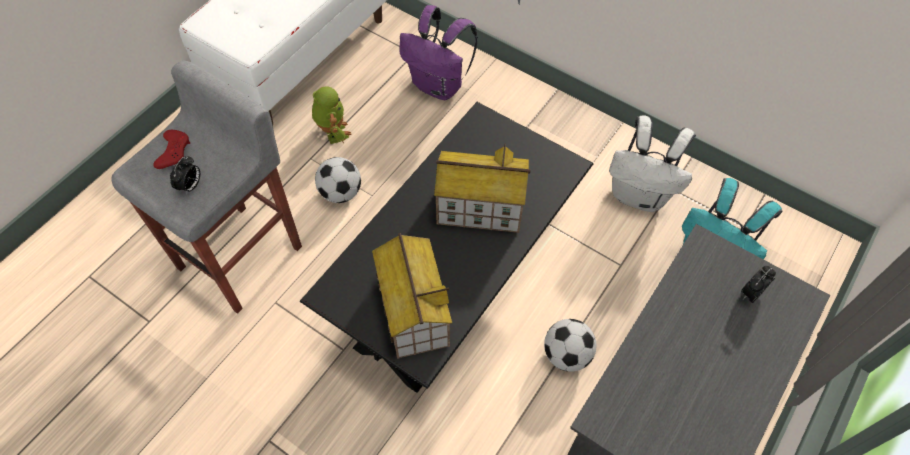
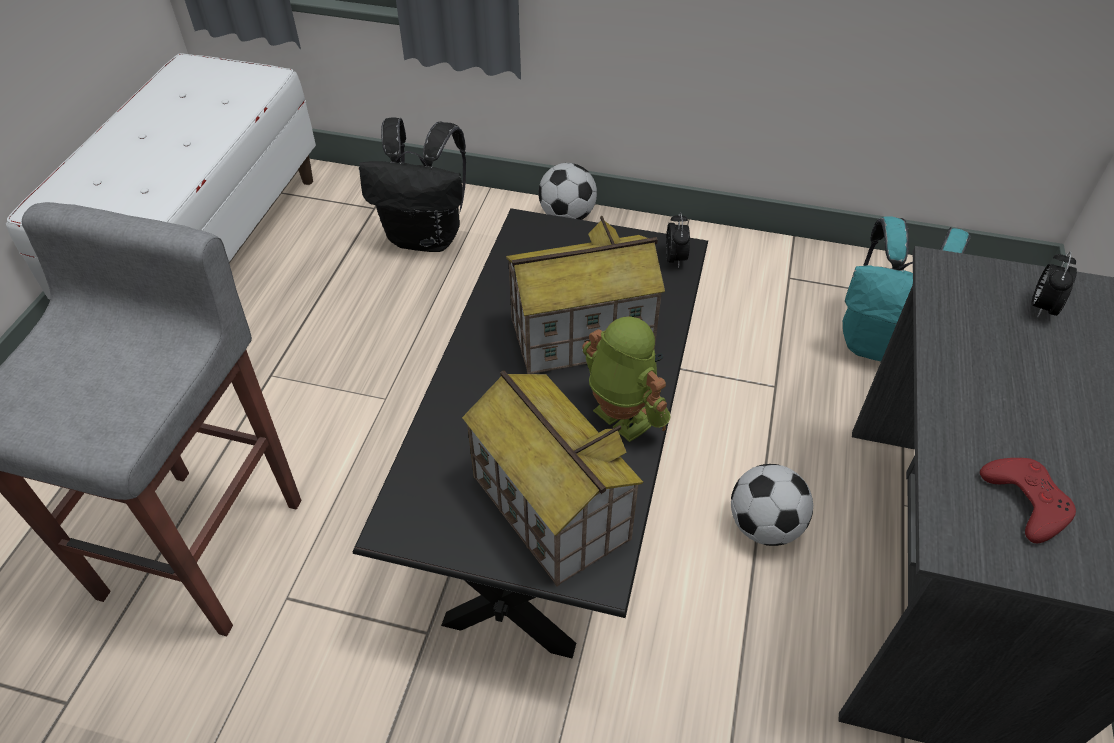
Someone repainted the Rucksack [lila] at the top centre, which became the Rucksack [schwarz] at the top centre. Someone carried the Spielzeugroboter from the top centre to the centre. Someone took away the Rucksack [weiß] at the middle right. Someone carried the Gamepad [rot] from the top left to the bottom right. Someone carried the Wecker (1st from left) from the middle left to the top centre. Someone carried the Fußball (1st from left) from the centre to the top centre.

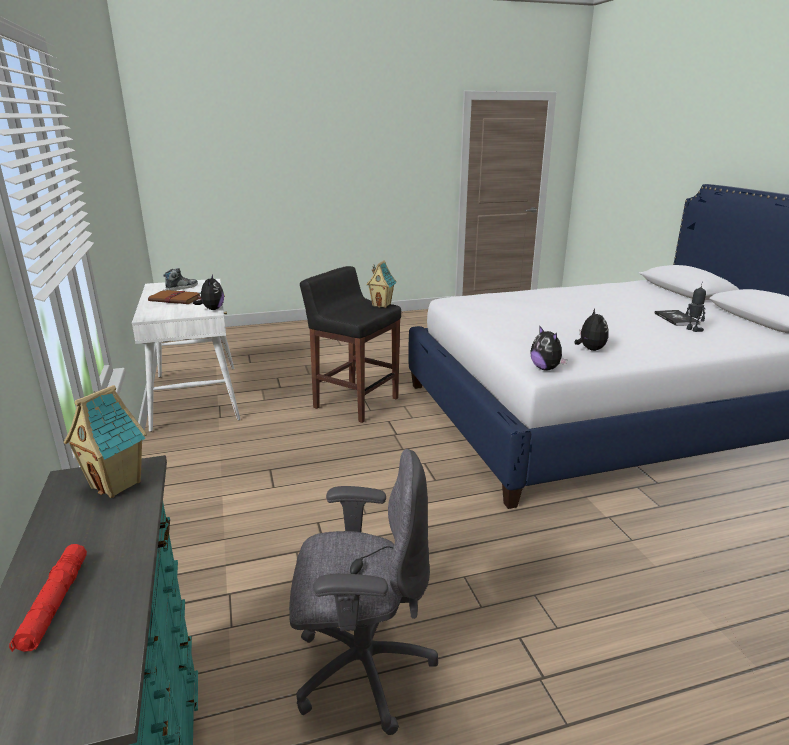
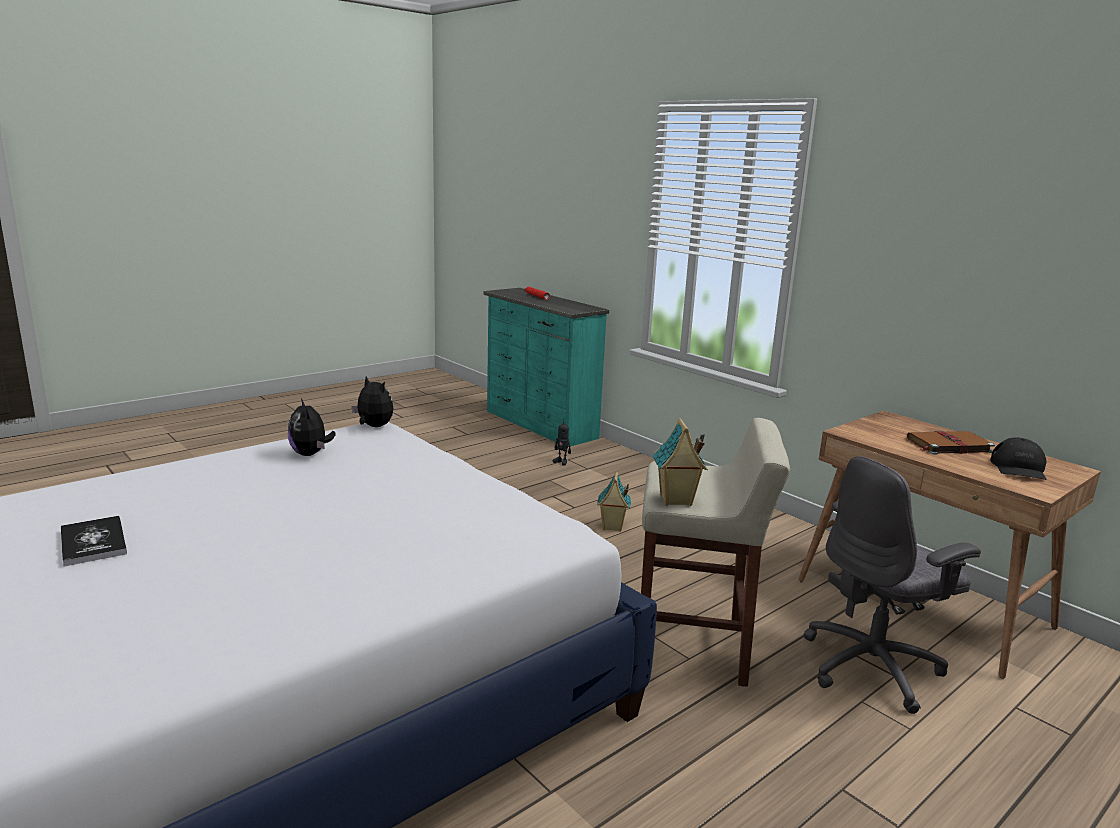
Someone repainted the Hocker [schwarz] at the centre, which became the Hocker [beige] at the bottom centre. Someone swapped the Schuh at the middle left for the Kappe [schwarz] at the middle right. Someone took away the Plüschtier (1st from left) at the middle left. Someone repainted the Schreibtisch [weiß] at the middle left, which became the Schreibtisch [braun] at the middle right. Someone carried the Spielzeugroboter from the middle right to the centre. Someone carried the Spielzeughaus (1st from left) from the middle left to the centre. Someone carried the Bürostuhl [grau] from the bottom centre to the bottom right.

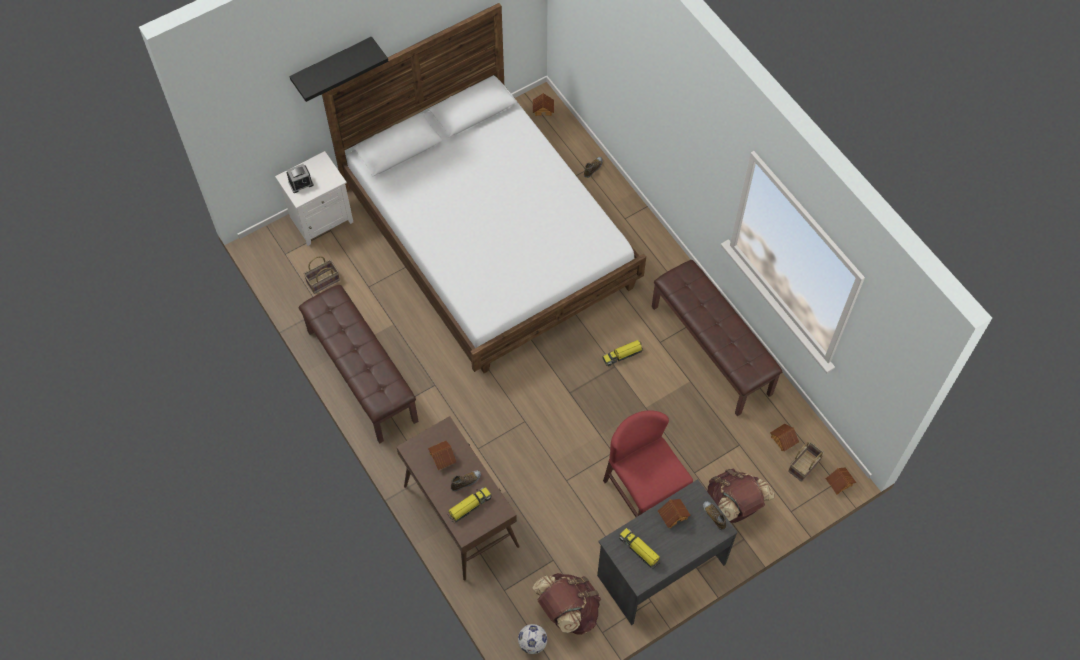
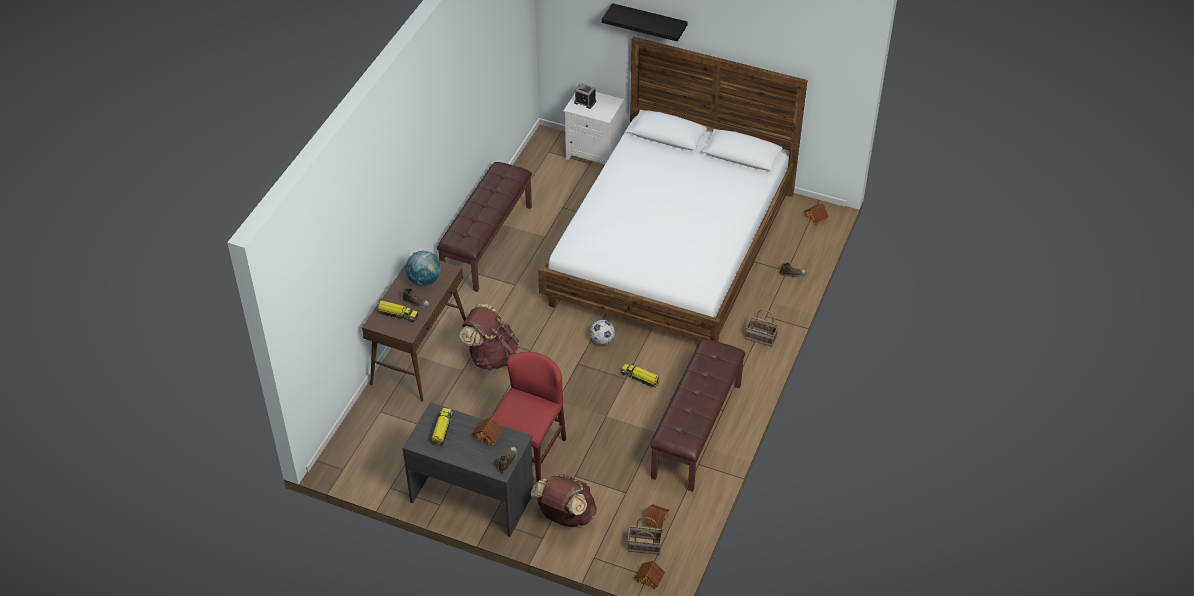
Someone carried the Korb (1st from left in the first image) from the middle left to the centre. Someone swapped the Spielzeughaus (1st from left) at the bottom centre for the Globus at the centre. Someone carried the Rucksack [braun] (1st from left) from the bottom centre to the centre. Someone carried the Fußball from the bottom centre to the centre.

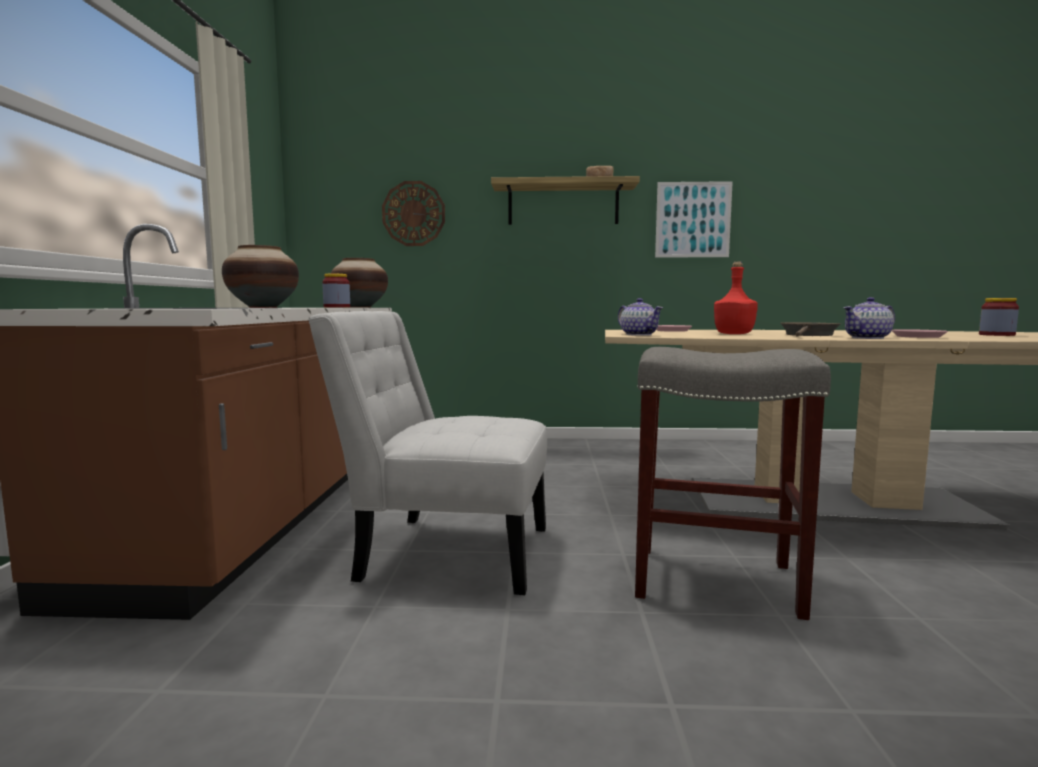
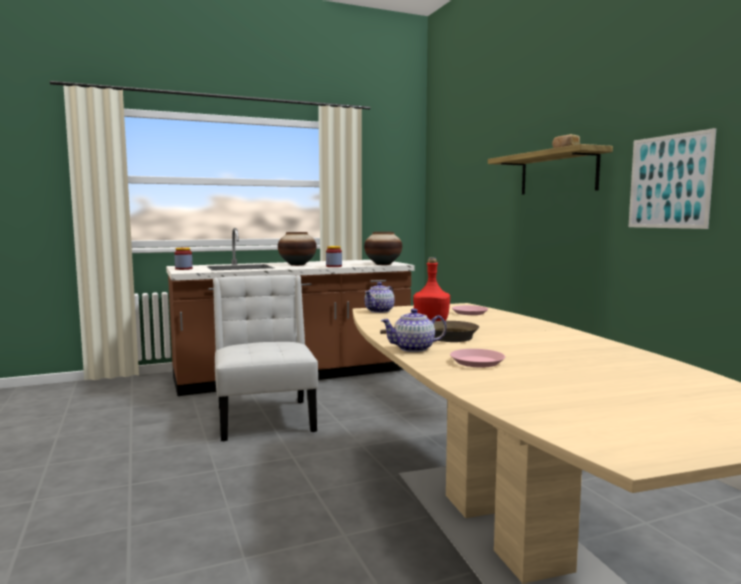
Someone took away the Wanduhr at the top centre. Someone rotated the Teekanne (2nd from left) at the middle right by 60 degrees counterclockwise. Someone carried the Vorratsglas (2nd from left in the first image) from the middle right to the middle left. Someone took away the Hocker [grau] at the middle right.

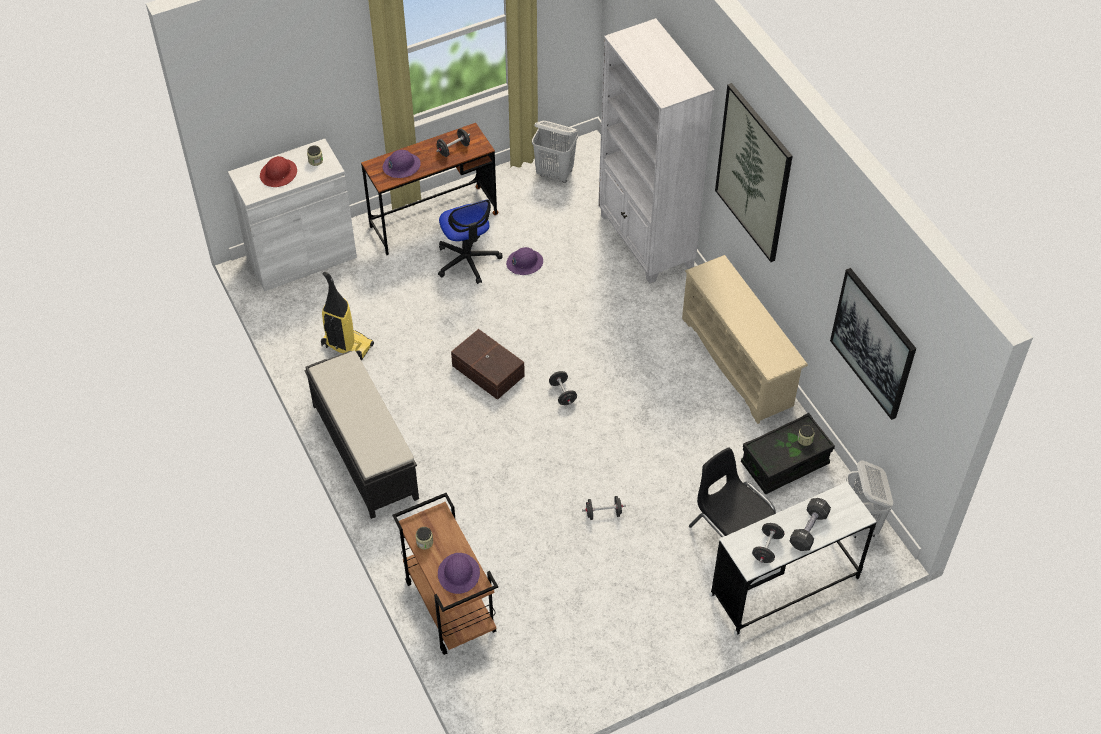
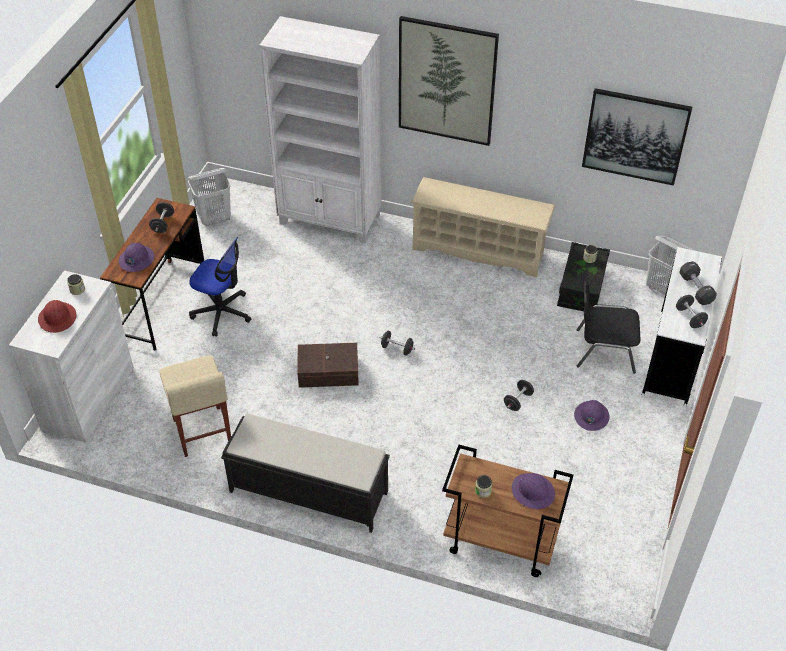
Someone carried the Schutzhelm [lila] (3rd from left) from the centre to the middle right. Someone swapped the Staubsauger at the middle left for the Hocker [beige] at the middle left.

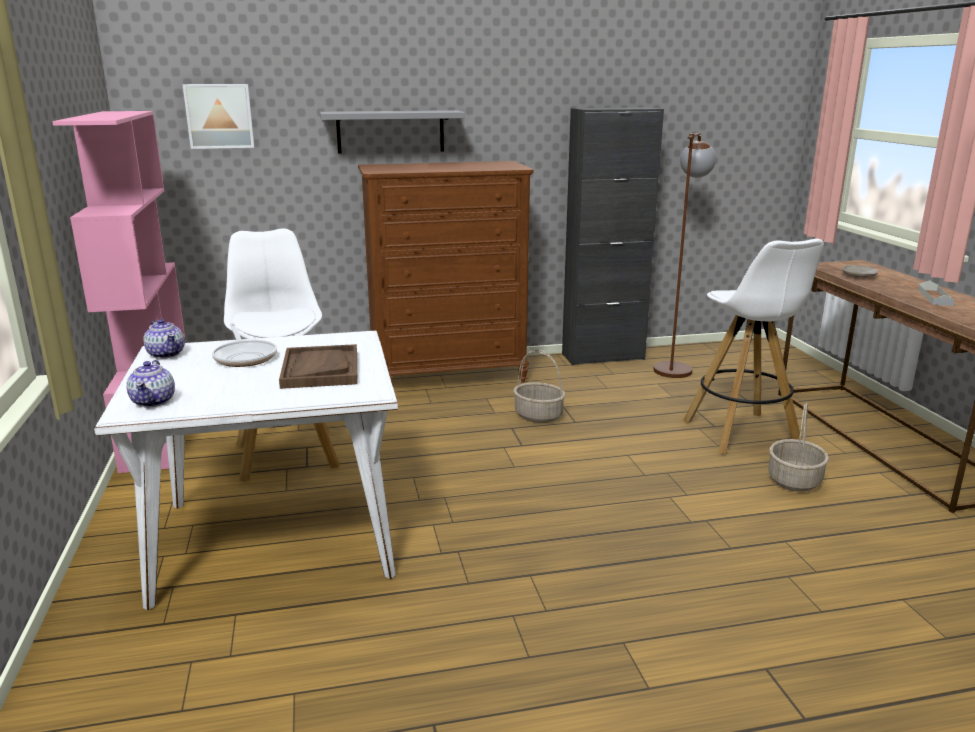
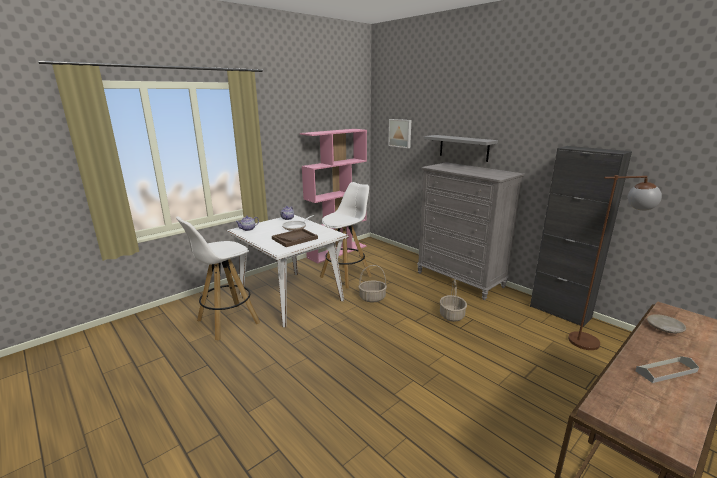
Someone repainted the Kommode [braun] at the centre, which became the Kommode [grau] at the centre. Someone carried the Hocker [weiß] (2nd from left in the first image) from the middle right to the middle left. Someone carried the Korb (2nd from left in the first image) from the middle right to the centre.

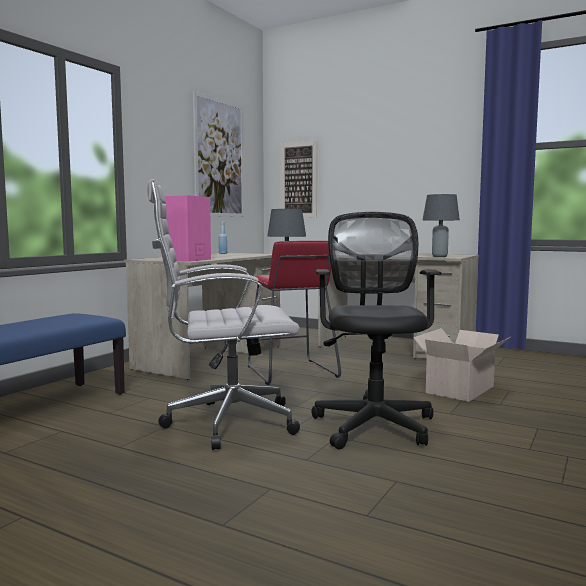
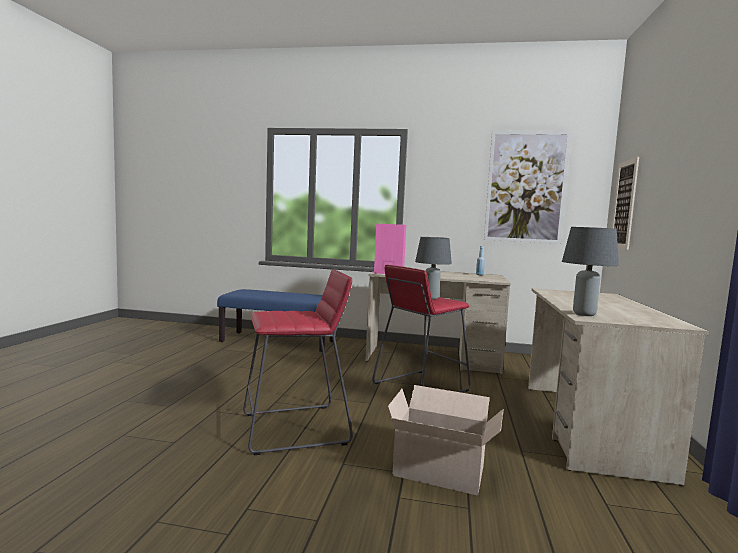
Someone took away the Bürostuhl [weiß] at the centre. Someone swapped the Bürostuhl [schwarz] at the centre for the Hocker [rot] (1st from left) at the centre.

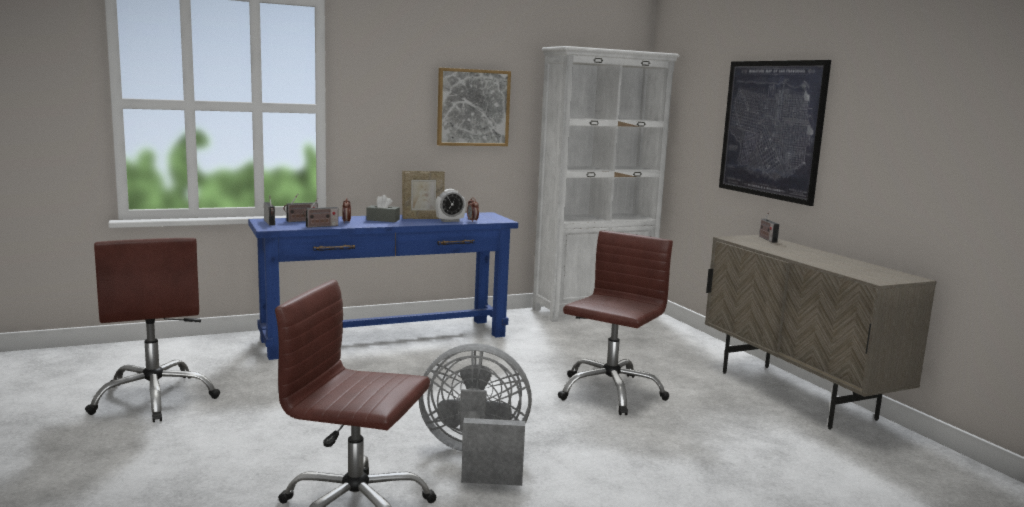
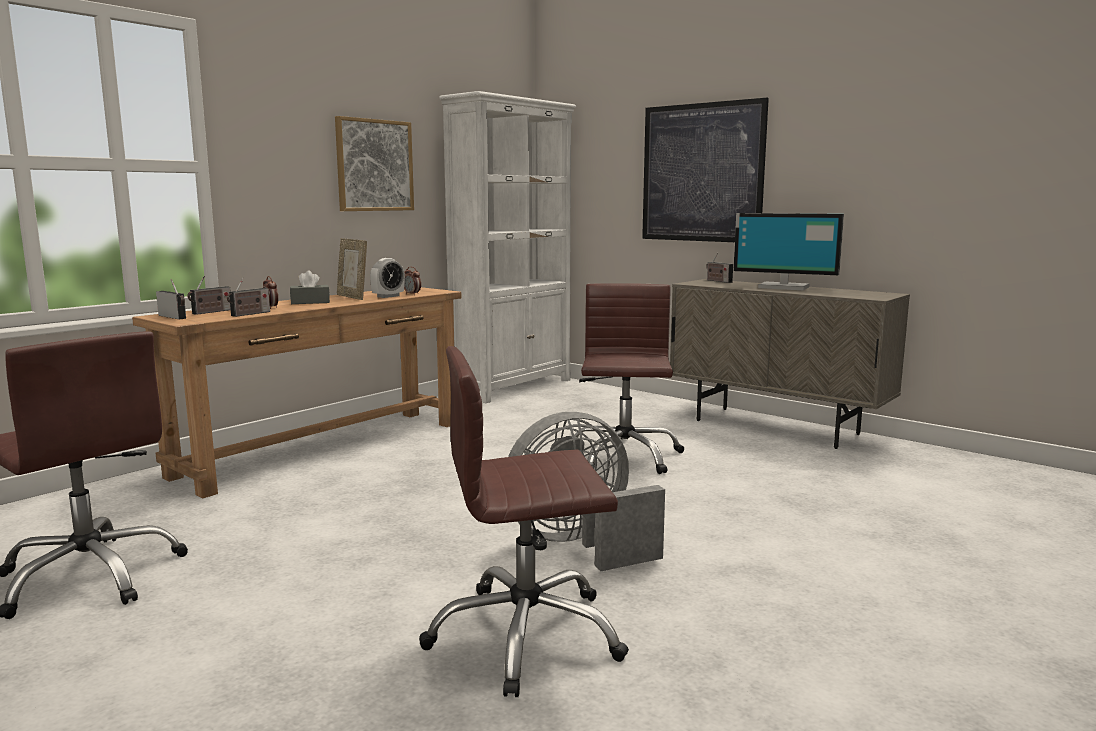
Someone rotated the Bilderrahmen at the centre by 90 degrees clockwise. Someone repainted the Konsolentisch [blau] at the centre, which became the Konsolentisch [braun] at the middle left. Someone put down the Monitor at the middle right.

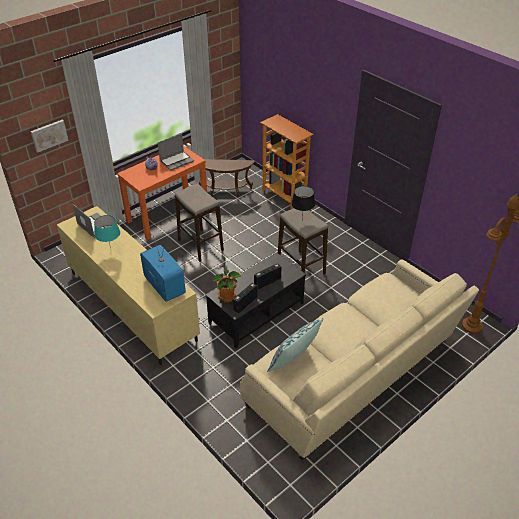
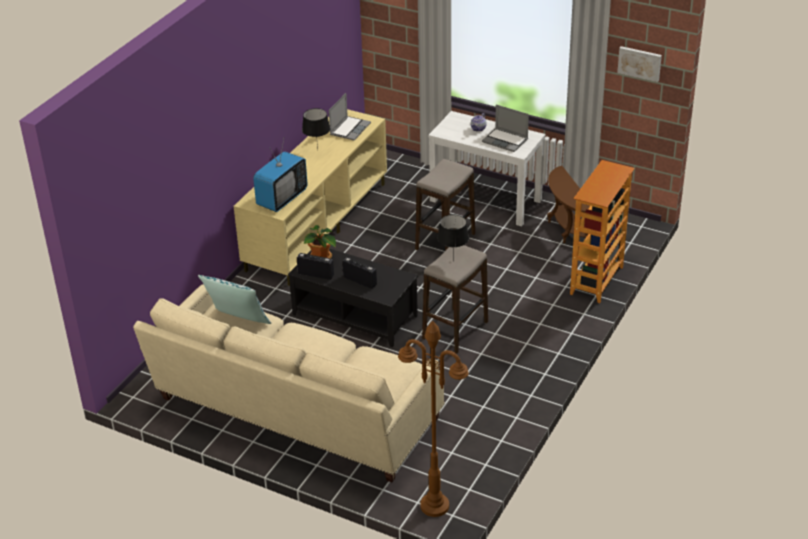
Someone carried the Bild from the top left to the top right. Someone repainted the Konsolentisch [orange] at the middle left, which became the Konsolentisch [weiß] at the top centre. Someone repainted the Tischlampe [türkis] at the middle left, which became the Tischlampe [schwarz] (1st from left) at the top centre.

